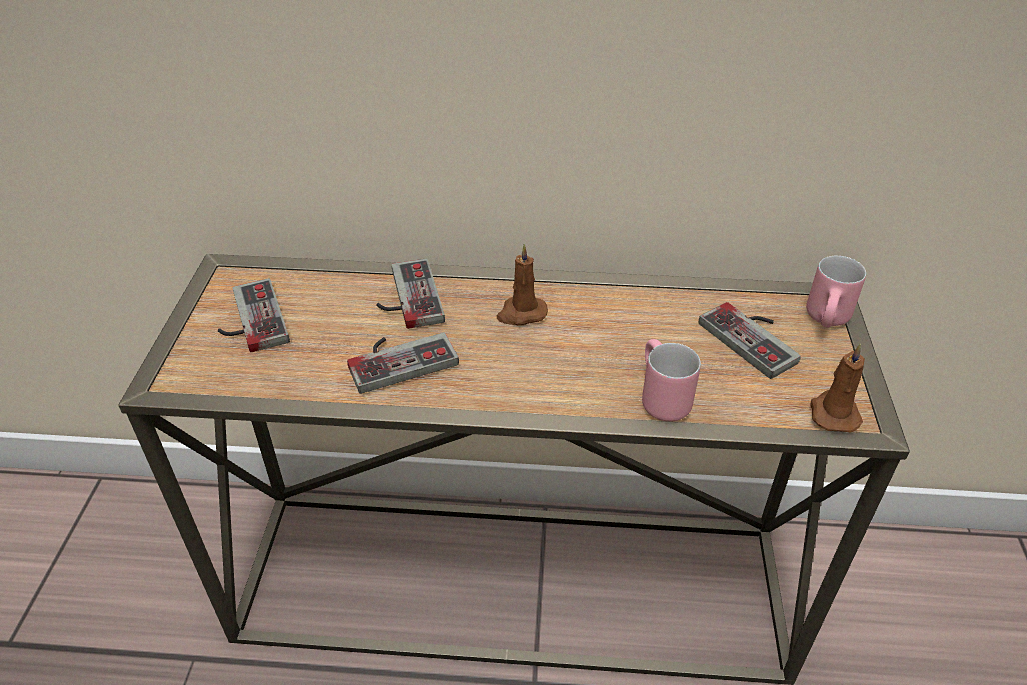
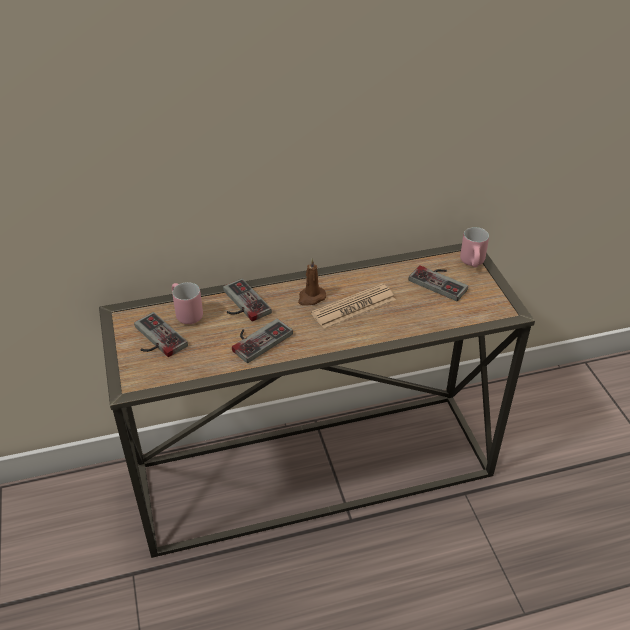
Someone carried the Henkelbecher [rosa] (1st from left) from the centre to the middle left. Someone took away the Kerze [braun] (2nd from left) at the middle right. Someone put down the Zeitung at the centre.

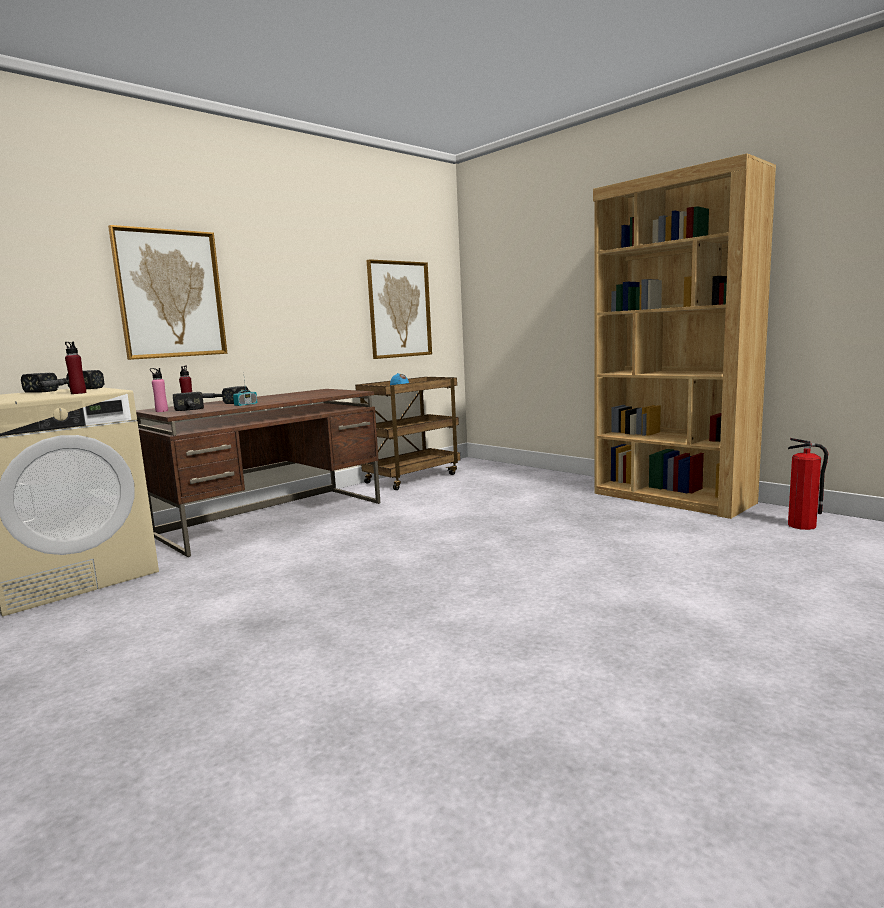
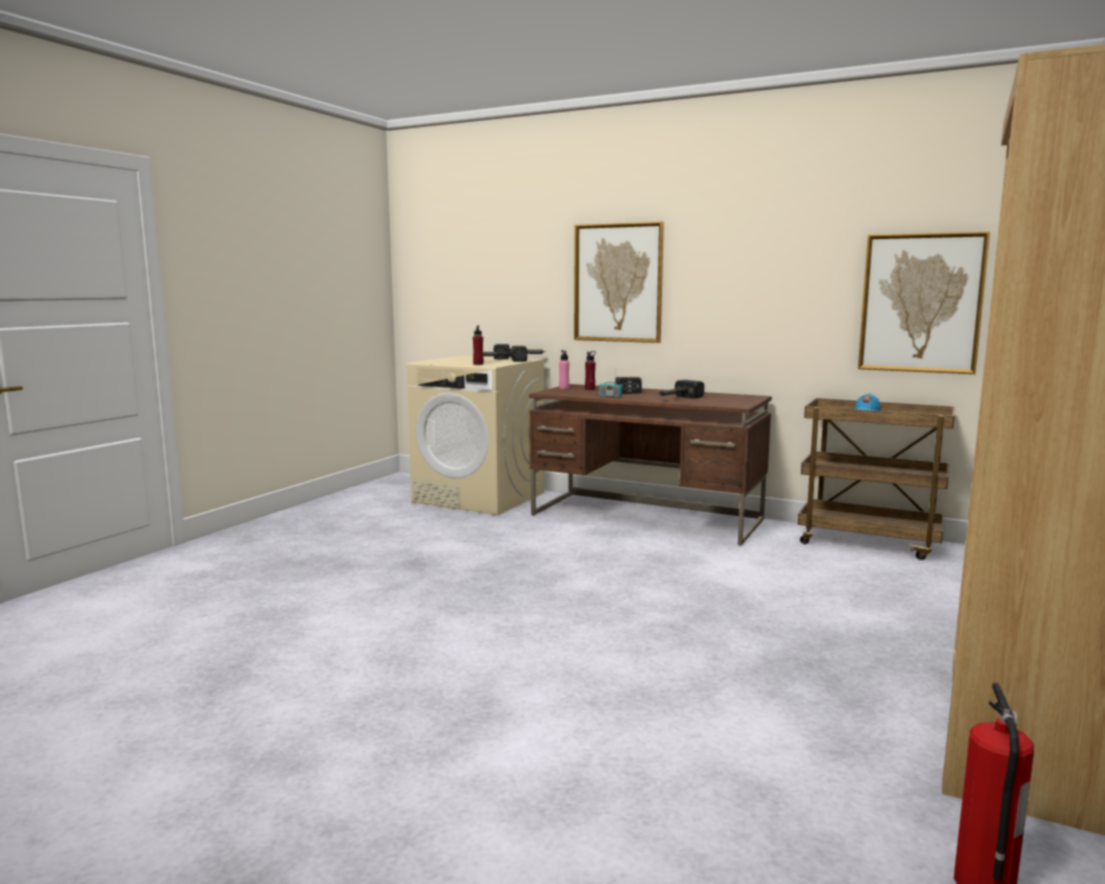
Someone carried the Hammer (3rd from left in the first image) from the middle left to the centre.

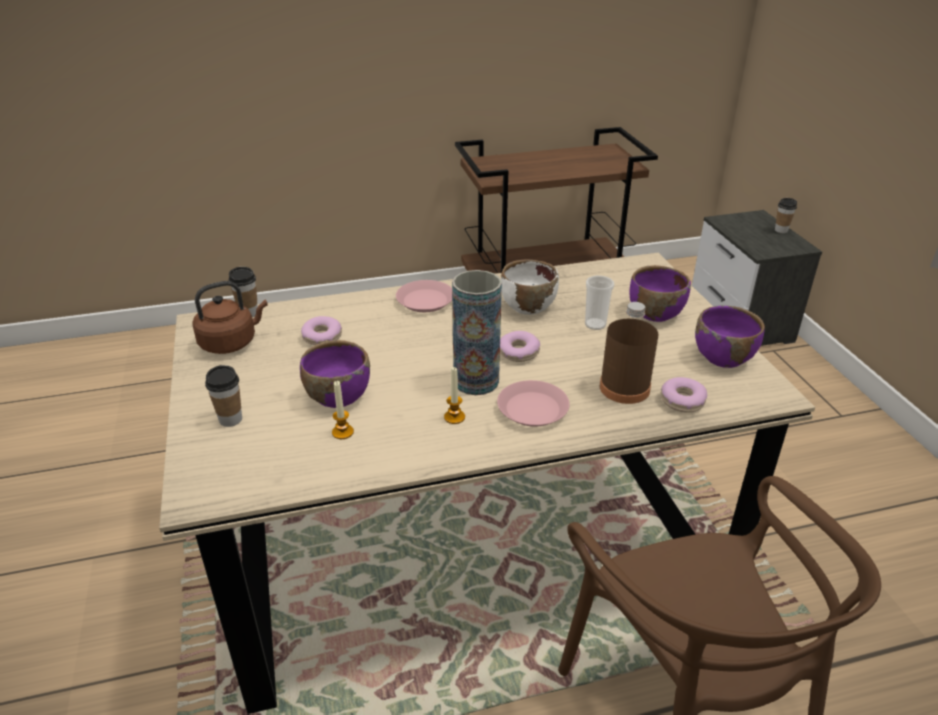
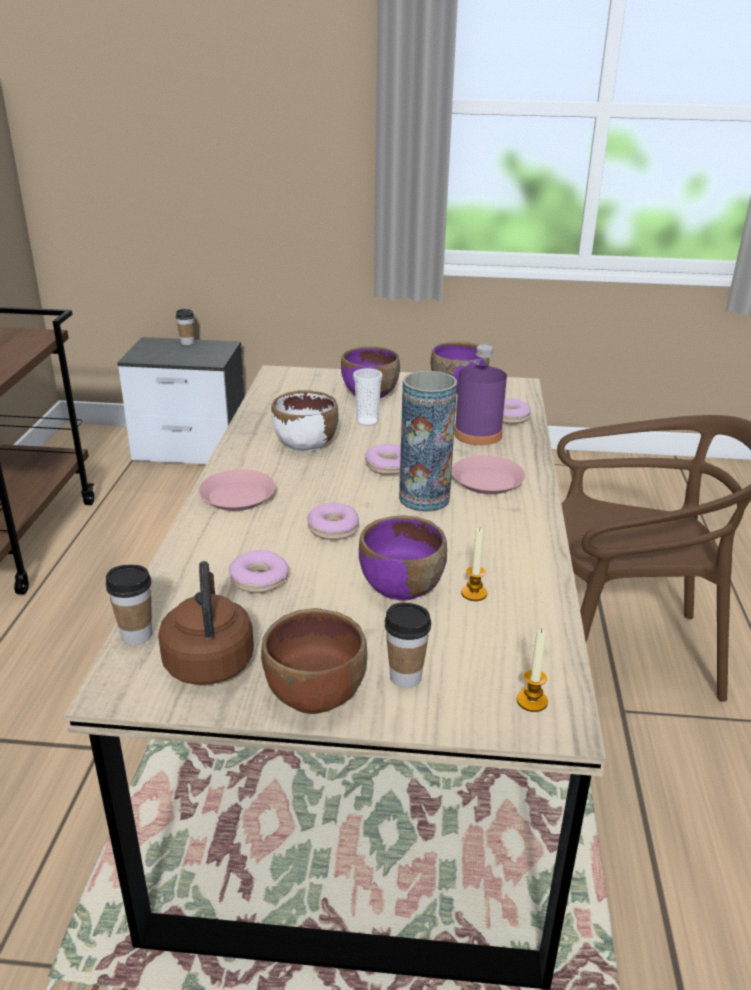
Someone repainted the Flasche [braun] at the middle right, which became the Flasche [lila] at the centre. Someone carried the Kerze (2nd from left) from the centre to the bottom right. Someone put down the Donut (2nd from left) at the centre. Someone put down the Schüssel [braun] at the bottom centre.

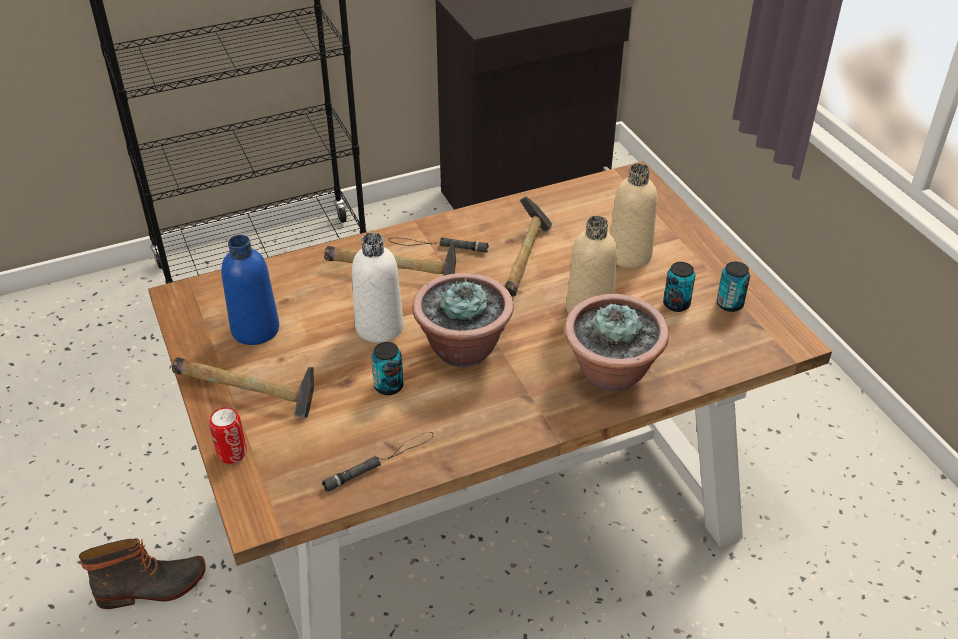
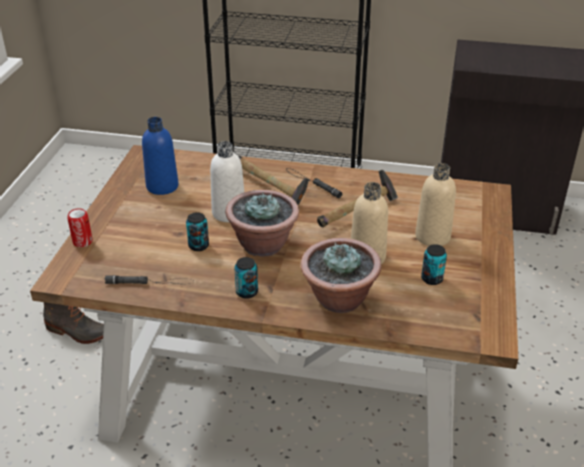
Someone carried the Dose (4th from left in the first image) from the middle right to the centre. Someone took away the Hammer (1st from left) at the middle left.

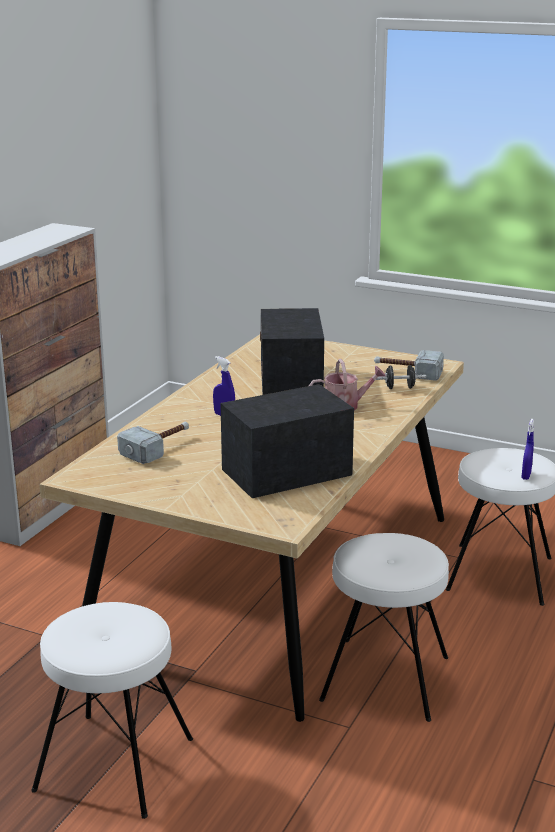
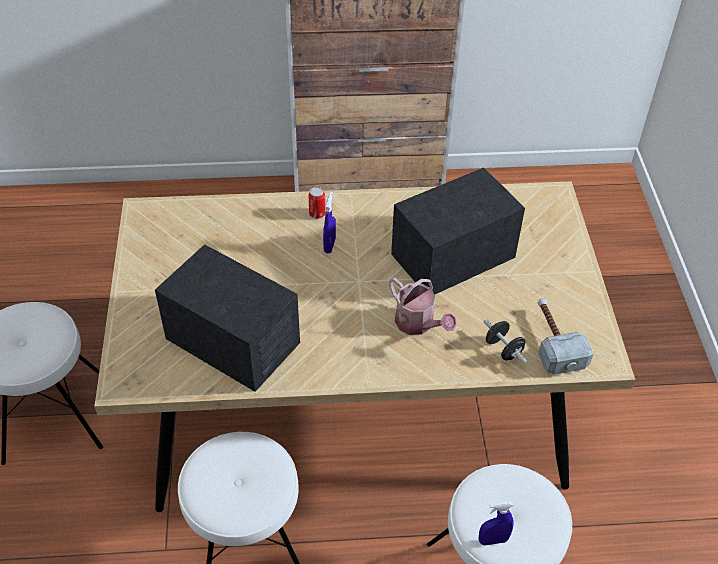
Someone took away the Hammer (1st from left) at the middle left. Someone put down the Dose at the centre.

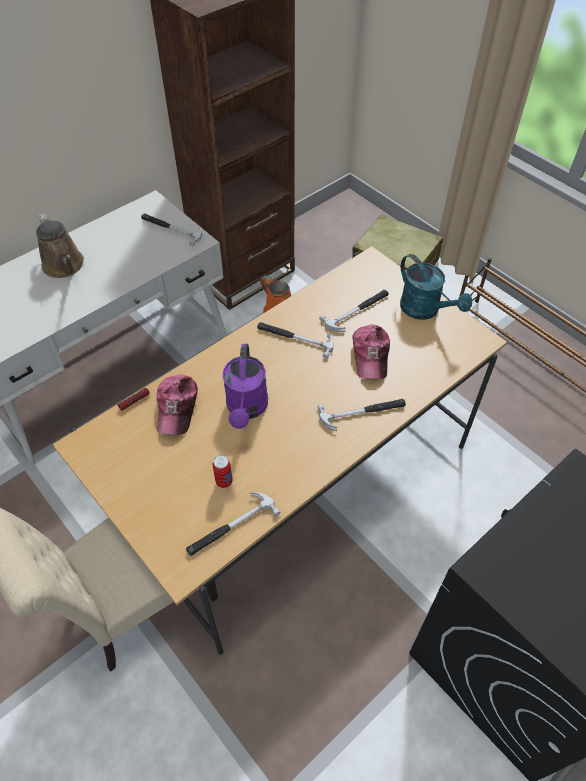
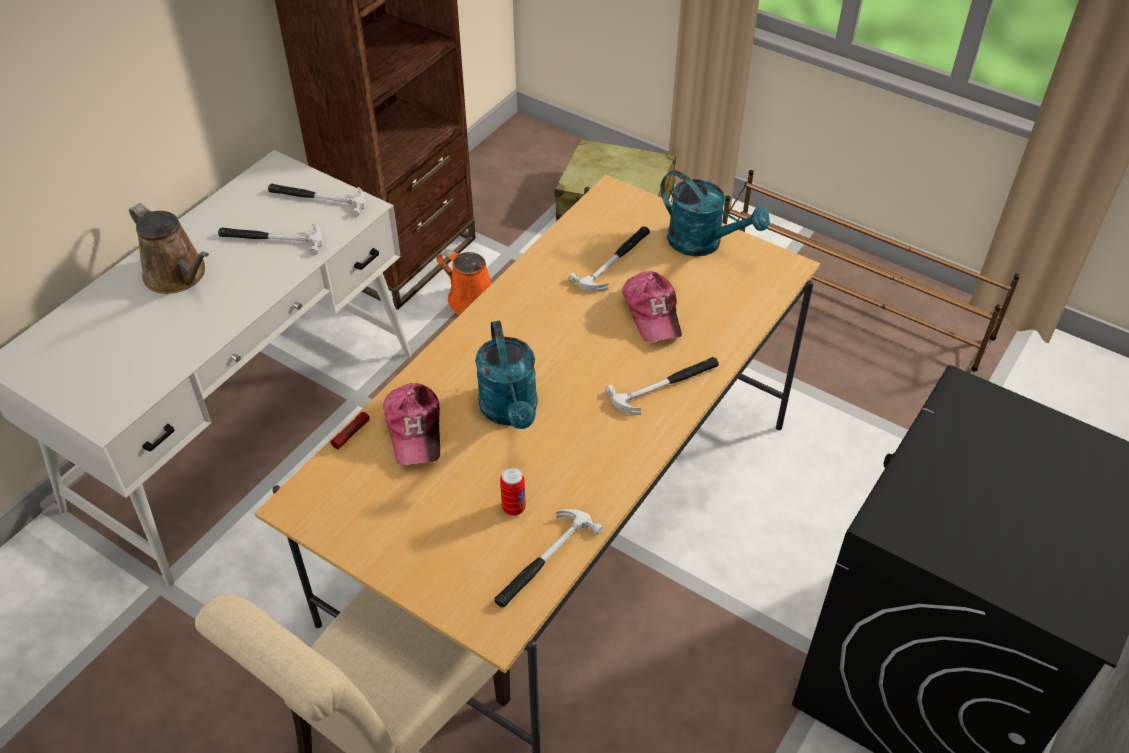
Someone carried the Hammer (3rd from left in the first image) from the centre to the top left. Someone repainted the Gießkanne [lila] at the centre, which became the Gießkanne [türkis] (1st from left) at the centre.

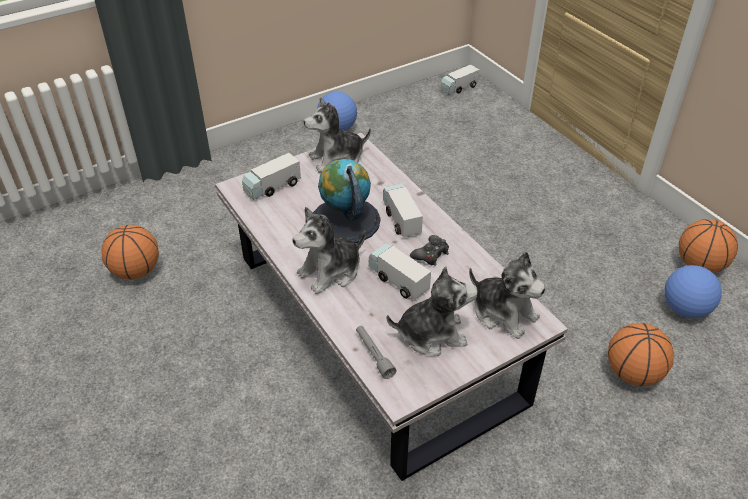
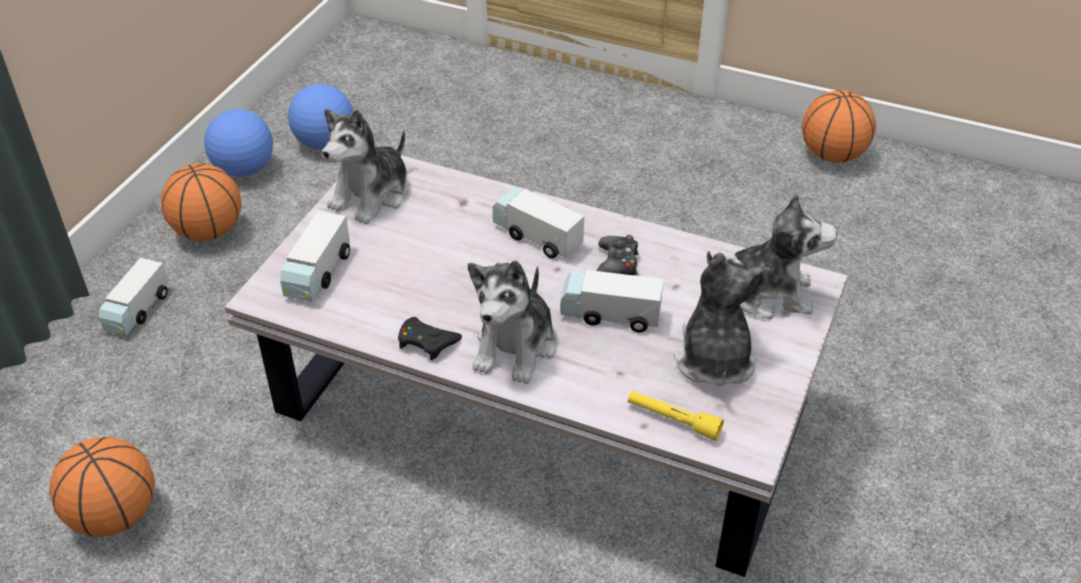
Someone carried the Spielzeuglaster (4th from left in the first image) from the top centre to the middle left. Someone took away the Globus at the centre. Someone carried the Fußball (2nd from left) from the middle right to the top left. Someone rotated the Plüschtier (3rd from left) at the centre by 45 degrees counterclockwise. Someone carried the Basketball (2nd from left) from the bottom right to the middle left. Someone repainted the Taschenlampe [grau] at the bottom centre, which became the Taschenlampe [gelb] at the bottom centre. Someone put down the Gamepad [schwarz] (1st from left) at the centre.

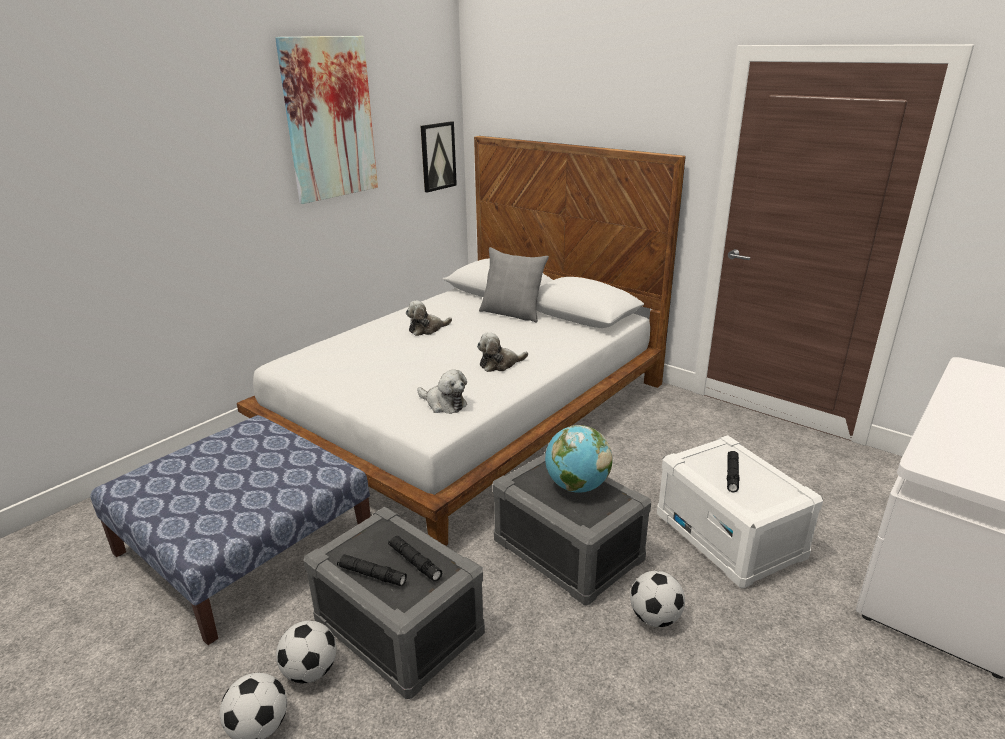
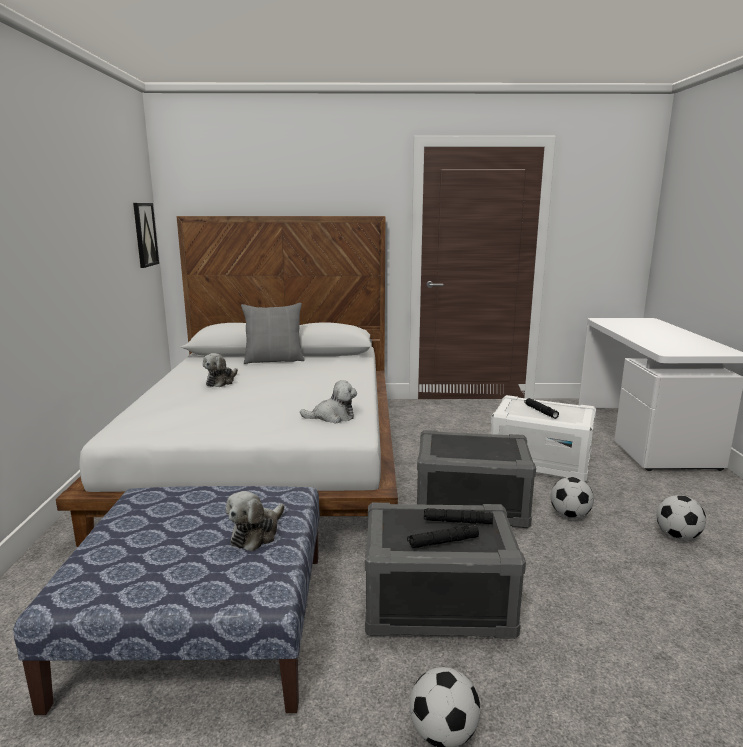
Someone took away the Bild (1st from left) at the top left. Someone carried the Plüschtier (3rd from left in the first image) from the centre to the bottom centre. Someone took away the Globus at the centre. Someone carried the Fußball (2nd from left in the first image) from the bottom left to the bottom right.

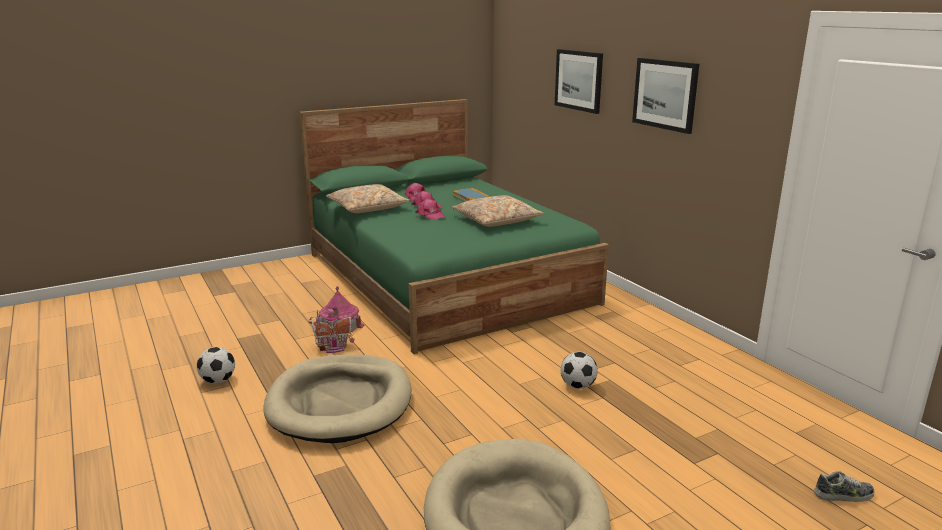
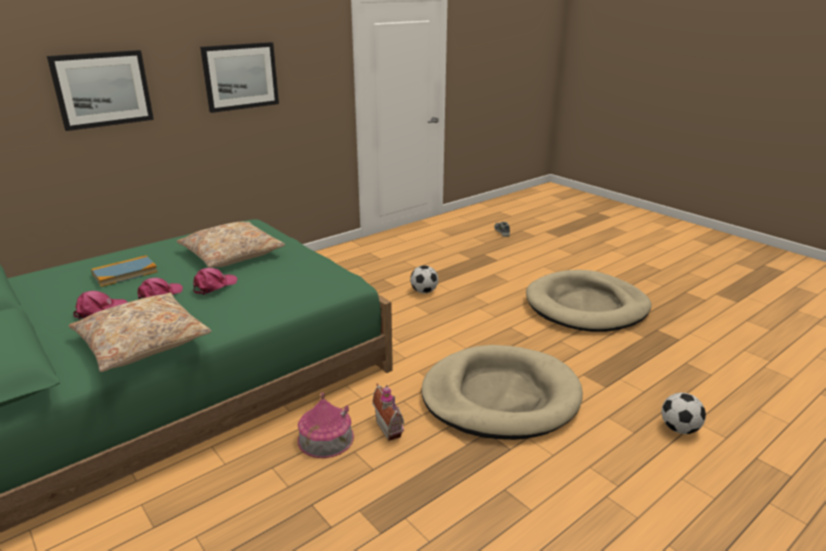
Someone carried the Fußball (1st from left in the first image) from the bottom left to the bottom right.

